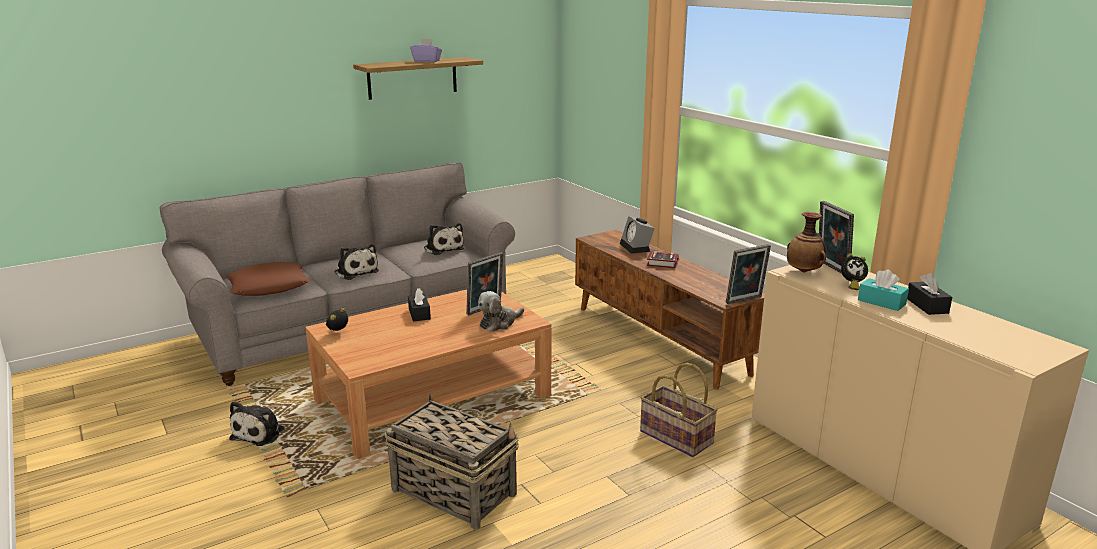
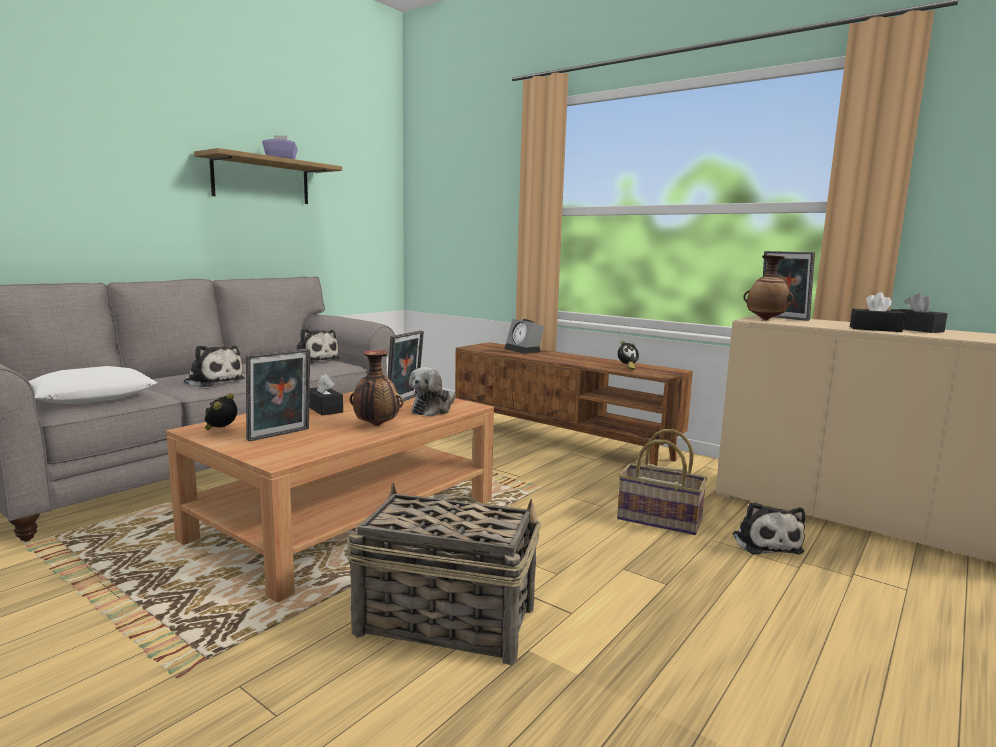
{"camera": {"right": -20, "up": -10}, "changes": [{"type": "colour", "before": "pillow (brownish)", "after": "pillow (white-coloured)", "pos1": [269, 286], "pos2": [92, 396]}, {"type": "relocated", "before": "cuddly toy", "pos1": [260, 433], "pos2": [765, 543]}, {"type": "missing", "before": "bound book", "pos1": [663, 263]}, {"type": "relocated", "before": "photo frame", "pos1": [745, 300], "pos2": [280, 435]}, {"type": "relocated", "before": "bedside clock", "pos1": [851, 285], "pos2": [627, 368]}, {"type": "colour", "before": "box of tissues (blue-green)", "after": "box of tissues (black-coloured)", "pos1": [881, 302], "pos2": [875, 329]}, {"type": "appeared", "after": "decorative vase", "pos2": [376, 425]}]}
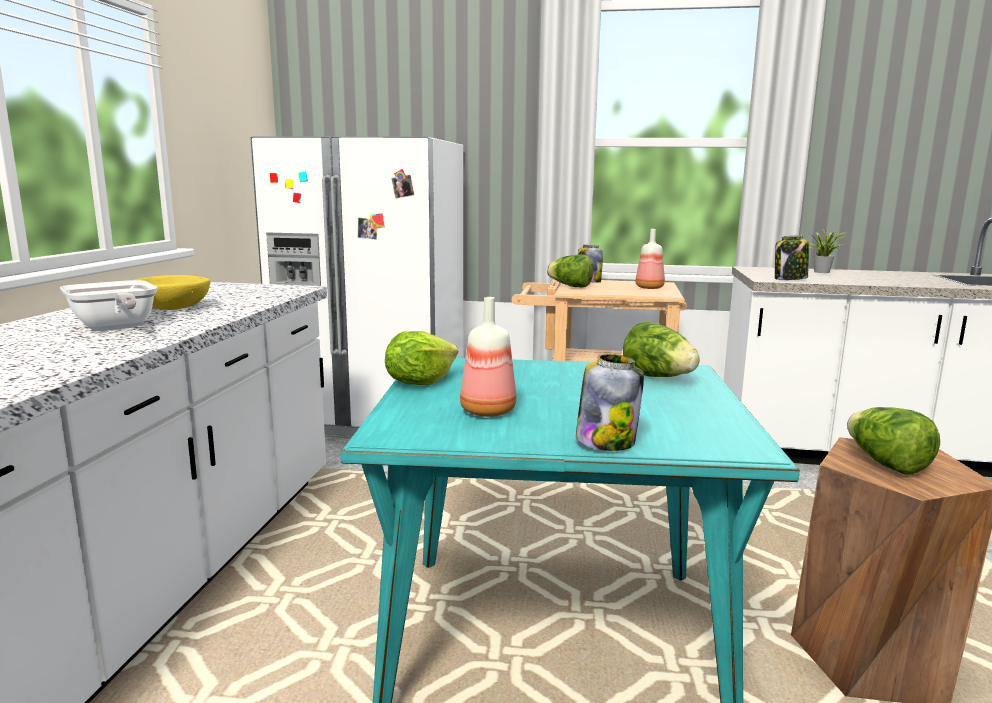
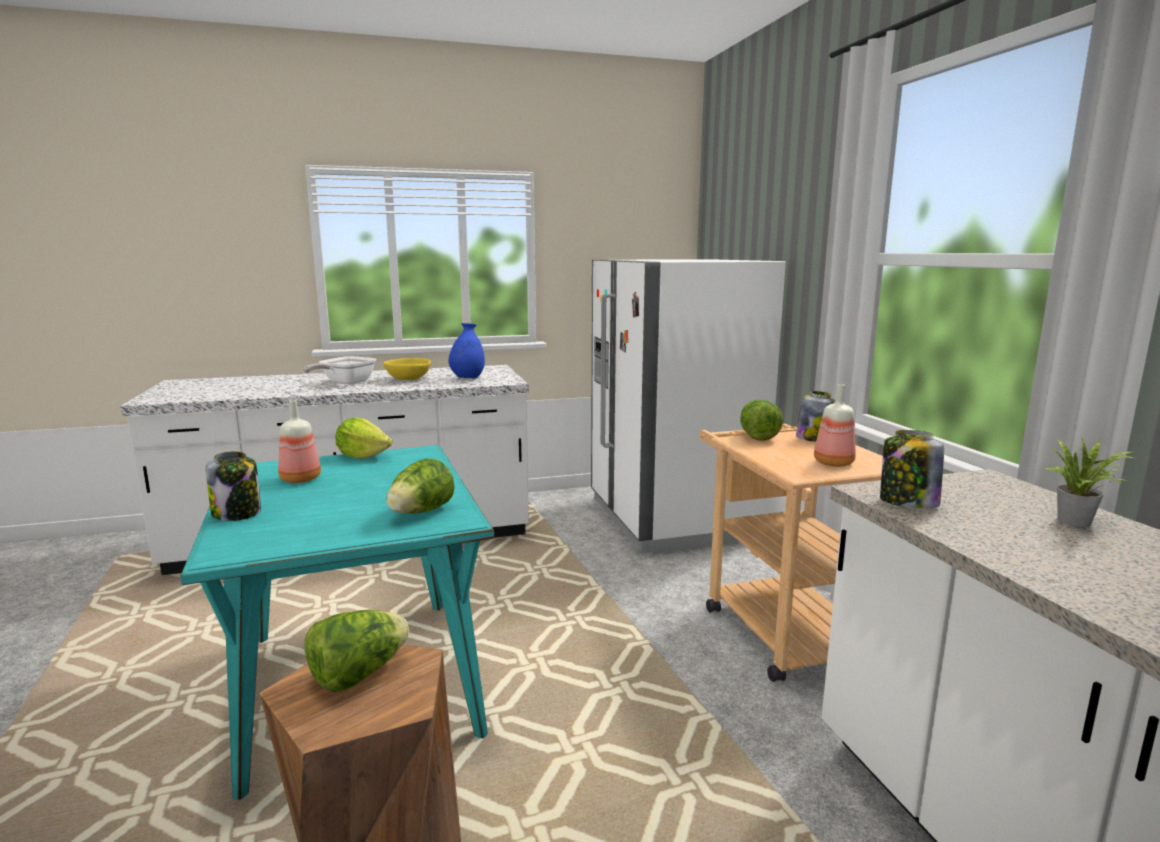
{"camera": {"right": 65, "up": 0}, "changes": [{"type": "appeared", "after": "decorative vase (blue)", "pos2": [467, 378]}]}
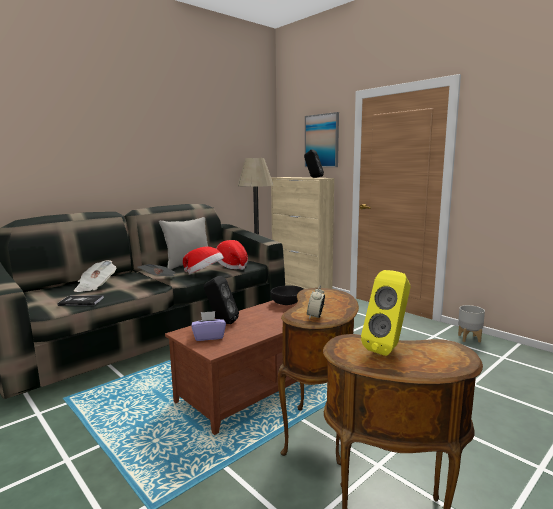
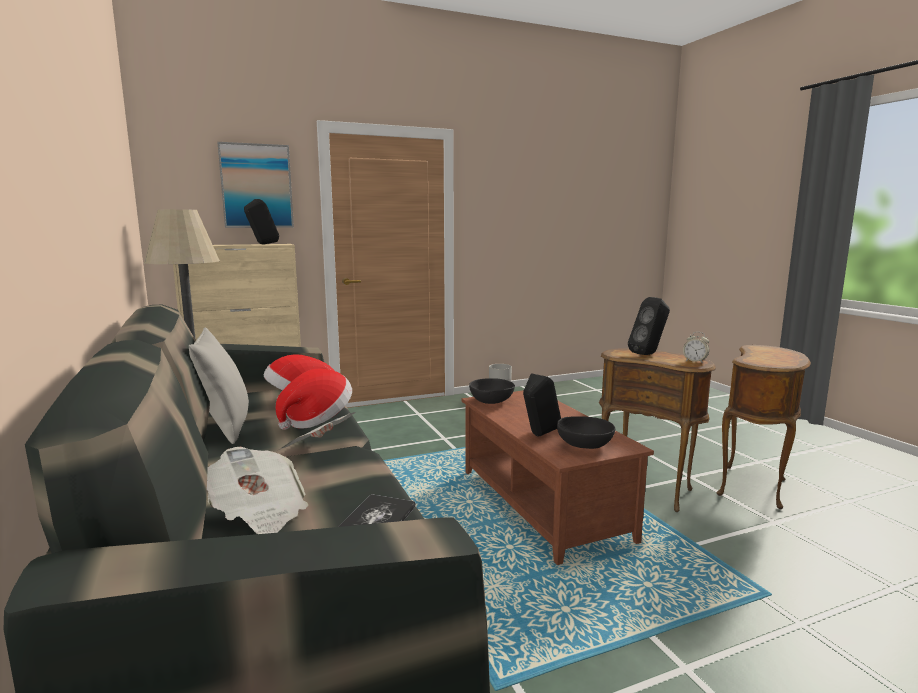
{"camera": {"right": -70, "up": 0}, "changes": [{"type": "exchanged", "before": "box of tissues (purple)", "after": "serving bowl (black-coloured)", "pos1": [209, 337], "pos2": [585, 445]}, {"type": "missing", "before": "speaker (yellow-coloured)", "pos1": [388, 348]}, {"type": "appeared", "after": "speaker (black-coloured)", "pos2": [649, 354]}]}
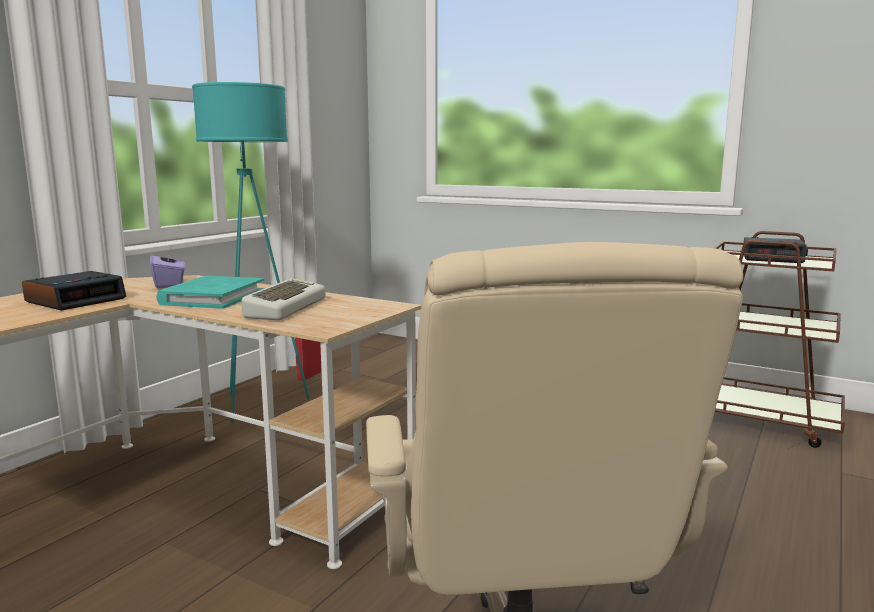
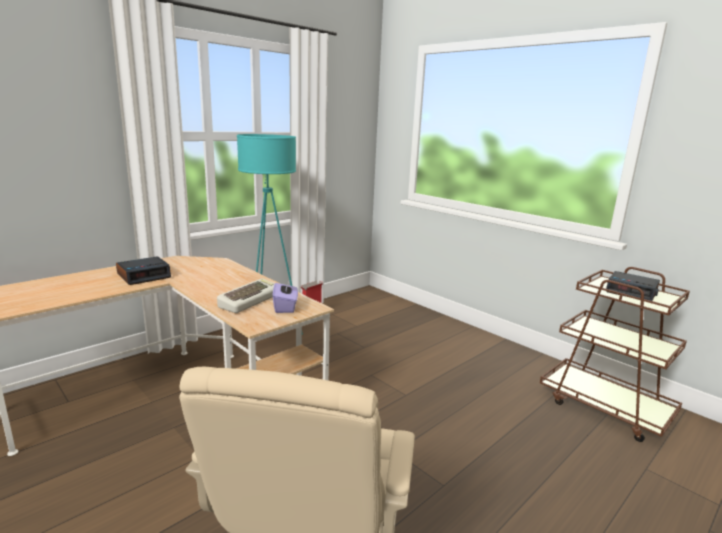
{"camera": {"right": 15, "up": 5}, "changes": [{"type": "relocated", "before": "box of tissues (purple)", "pos1": [169, 284], "pos2": [285, 307]}, {"type": "missing", "before": "bound book (blue-green)", "pos1": [213, 297]}]}
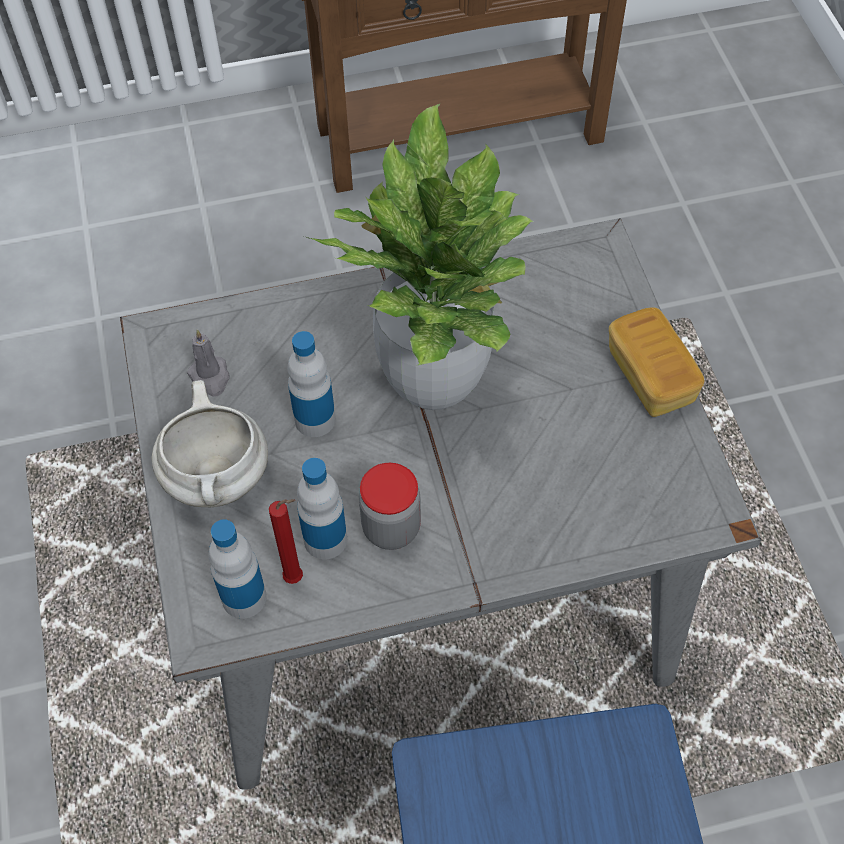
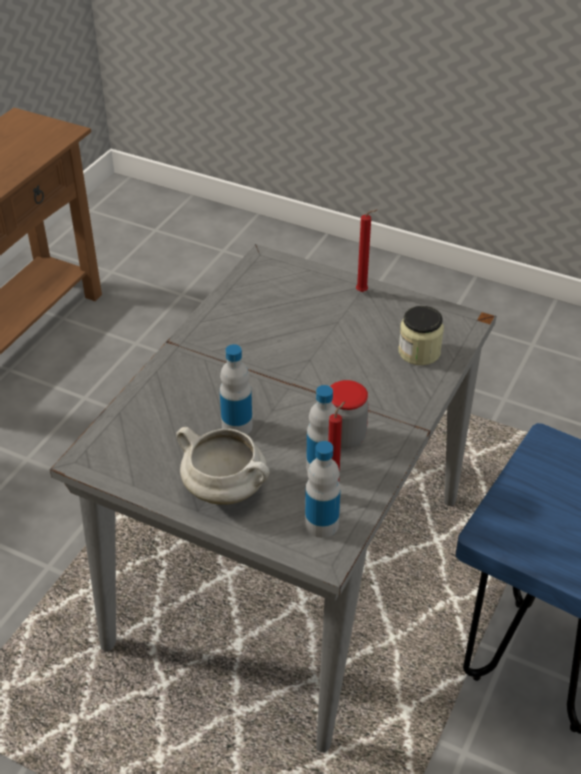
{"camera": {"right": -50, "up": -15}, "changes": [{"type": "missing", "before": "wax light (greyish)", "pos1": [210, 377]}, {"type": "missing", "before": "plant in a pot", "pos1": [432, 379]}, {"type": "exchanged", "before": "bakery bread", "after": "wax light (red)", "pos1": [650, 376], "pos2": [363, 292]}, {"type": "appeared", "after": "storage jar", "pos2": [419, 352]}]}
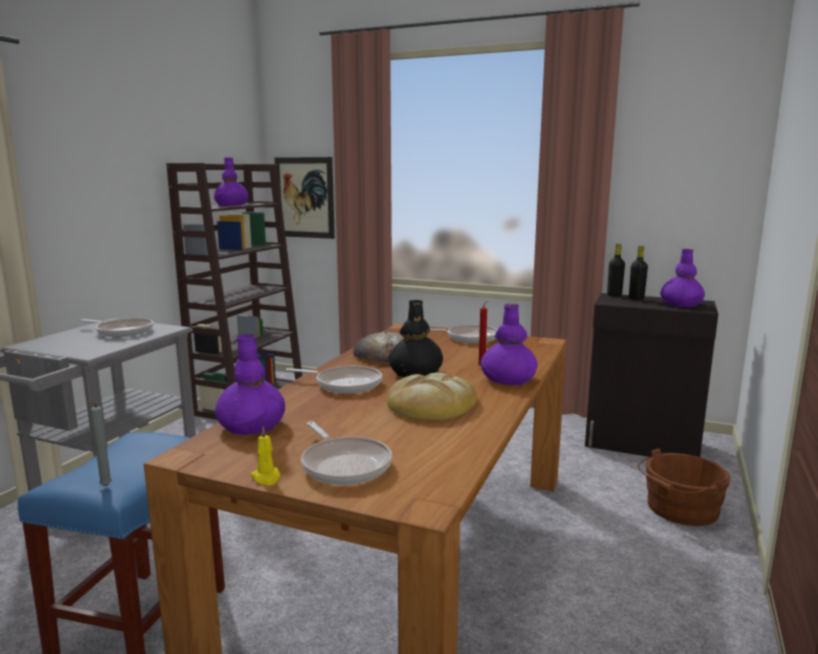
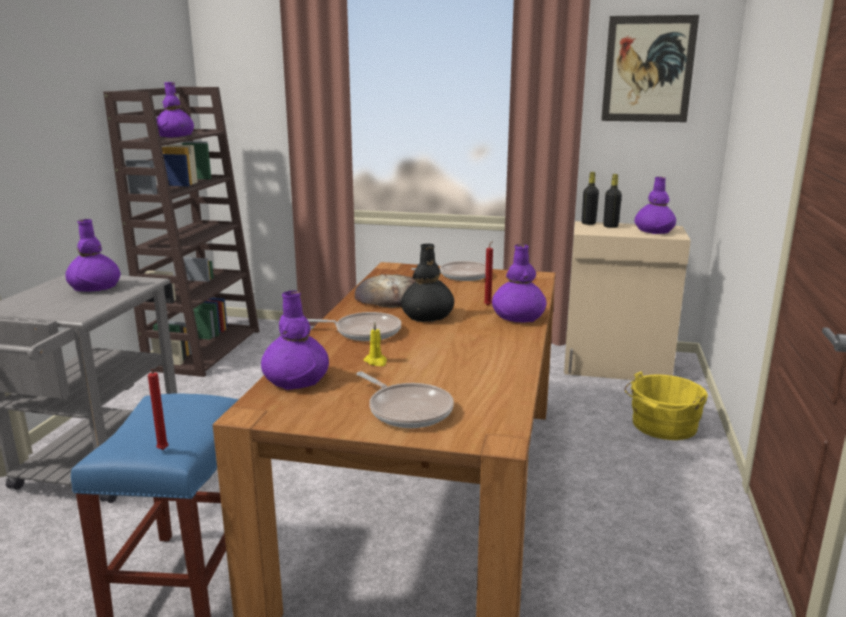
{"camera": {"right": -10, "up": 5}, "changes": [{"type": "exchanged", "before": "skillet", "after": "decorative vase (purple)", "pos1": [122, 331], "pos2": [95, 287]}, {"type": "colour", "before": "wax light (greyish)", "after": "wax light (red)", "pos1": [105, 487], "pos2": [162, 451]}, {"type": "relocated", "before": "wax light (yellow-coloured)", "pos1": [266, 478], "pos2": [376, 362]}, {"type": "relocated", "before": "wall art", "pos1": [304, 197], "pos2": [648, 69]}, {"type": "missing", "before": "bakery bread", "pos1": [431, 404]}, {"type": "colour", "before": "cabinet (black-coloured)", "after": "cabinet (beige)", "pos1": [642, 444], "pos2": [616, 368]}, {"type": "colour", "before": "pail (brownish)", "after": "pail (yellow-coloured)", "pos1": [679, 509], "pos2": [662, 426]}]}
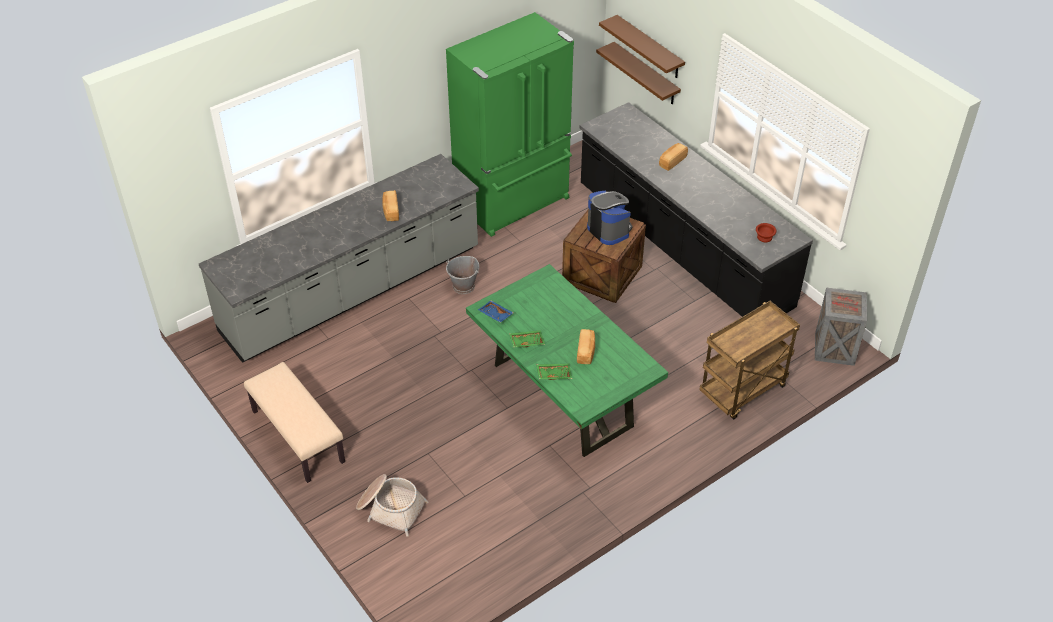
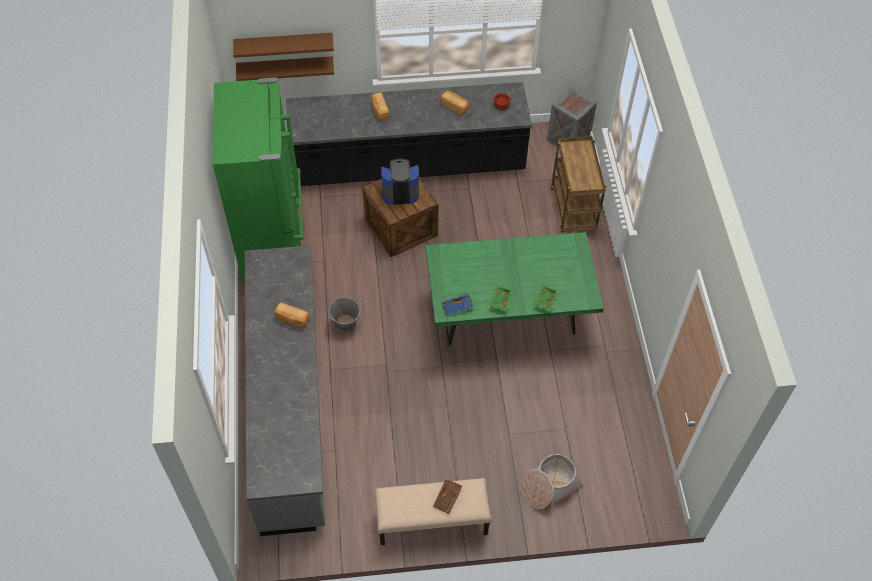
{"camera": {"right": -60, "up": 10}, "changes": [{"type": "relocated", "before": "bakery bread", "pos1": [586, 352], "pos2": [454, 107]}, {"type": "appeared", "after": "tray (brownish)", "pos2": [448, 498]}]}
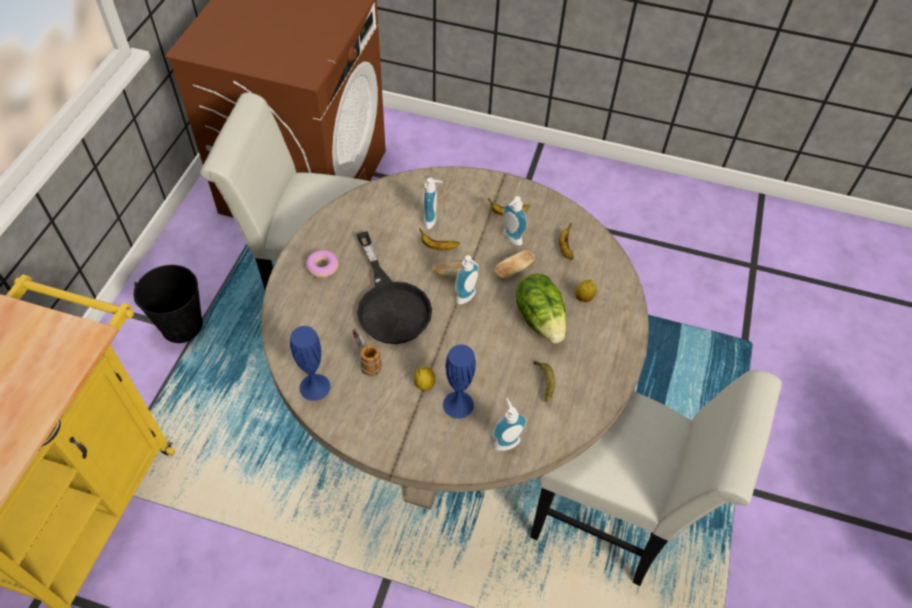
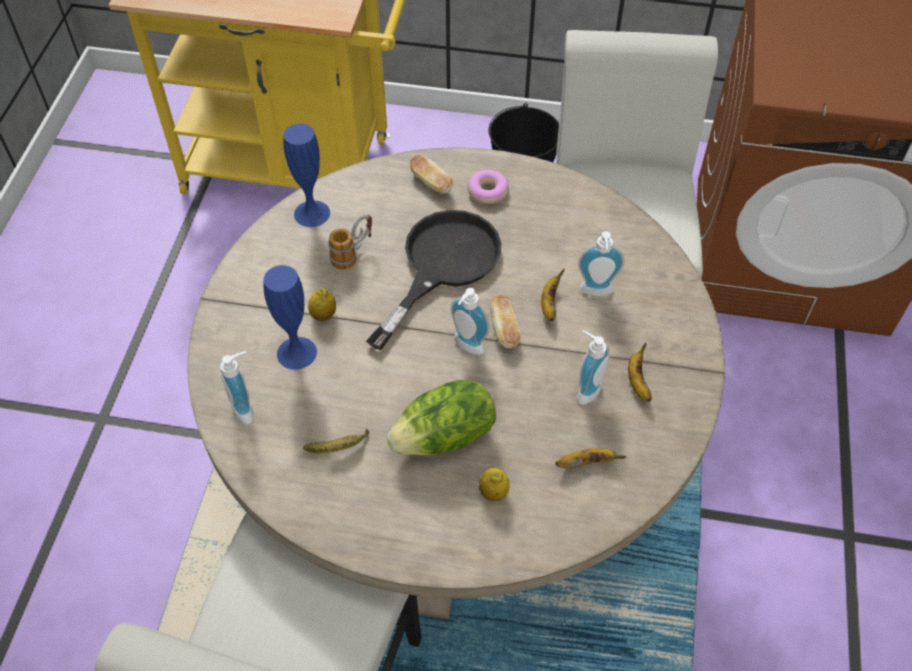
{"camera": {"right": 85, "up": 0}, "changes": [{"type": "spun", "before": "skillet (black-coloured)", "pos1": [390, 304], "pos2": [442, 265], "turn": 150}, {"type": "relocated", "before": "bakery bread", "pos1": [513, 270], "pos2": [431, 183]}]}
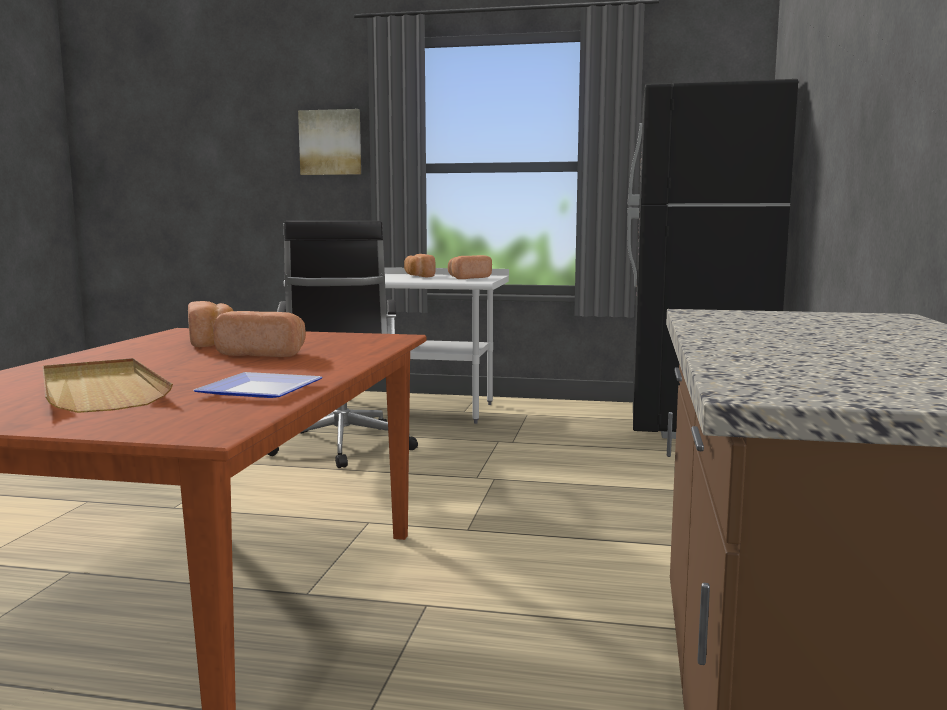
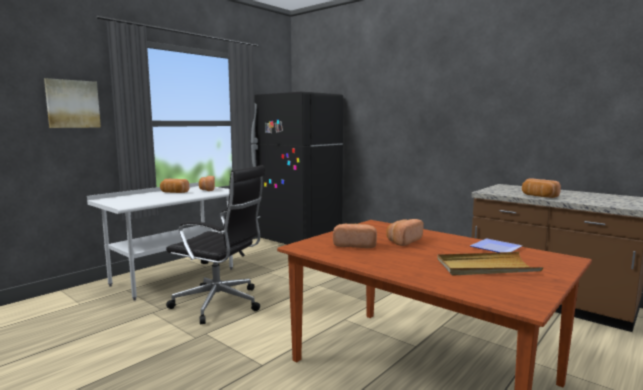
{"camera": {"right": -60, "up": 0}, "changes": [{"type": "appeared", "after": "bakery bread", "pos2": [538, 196]}]}
